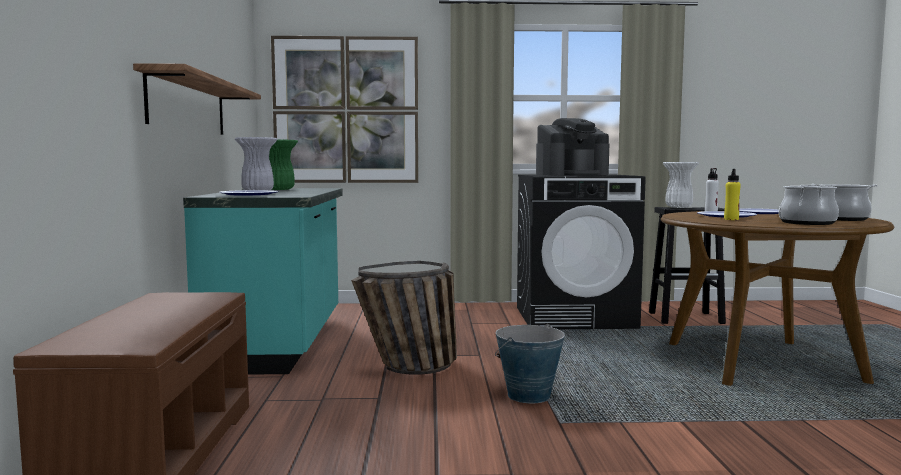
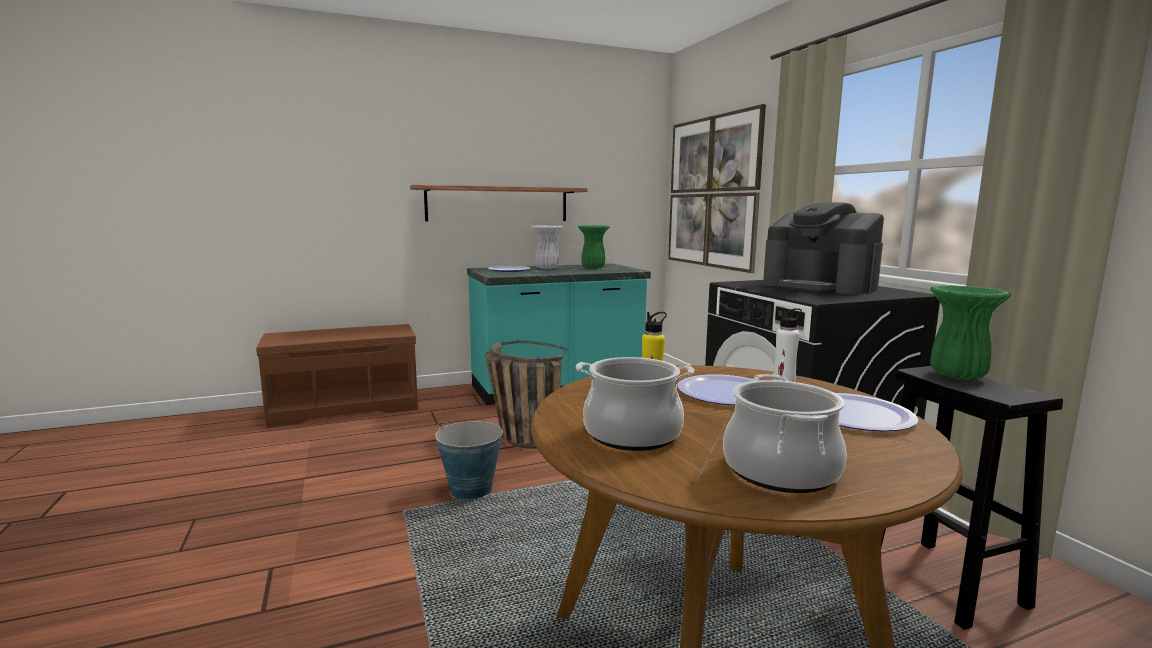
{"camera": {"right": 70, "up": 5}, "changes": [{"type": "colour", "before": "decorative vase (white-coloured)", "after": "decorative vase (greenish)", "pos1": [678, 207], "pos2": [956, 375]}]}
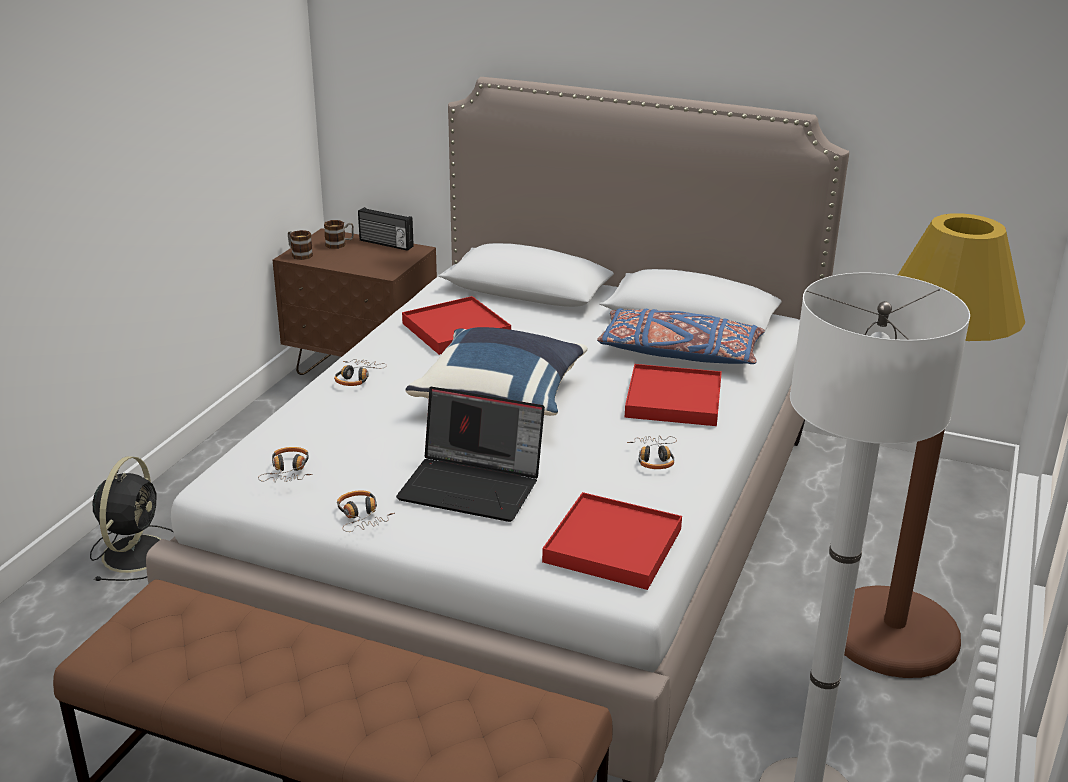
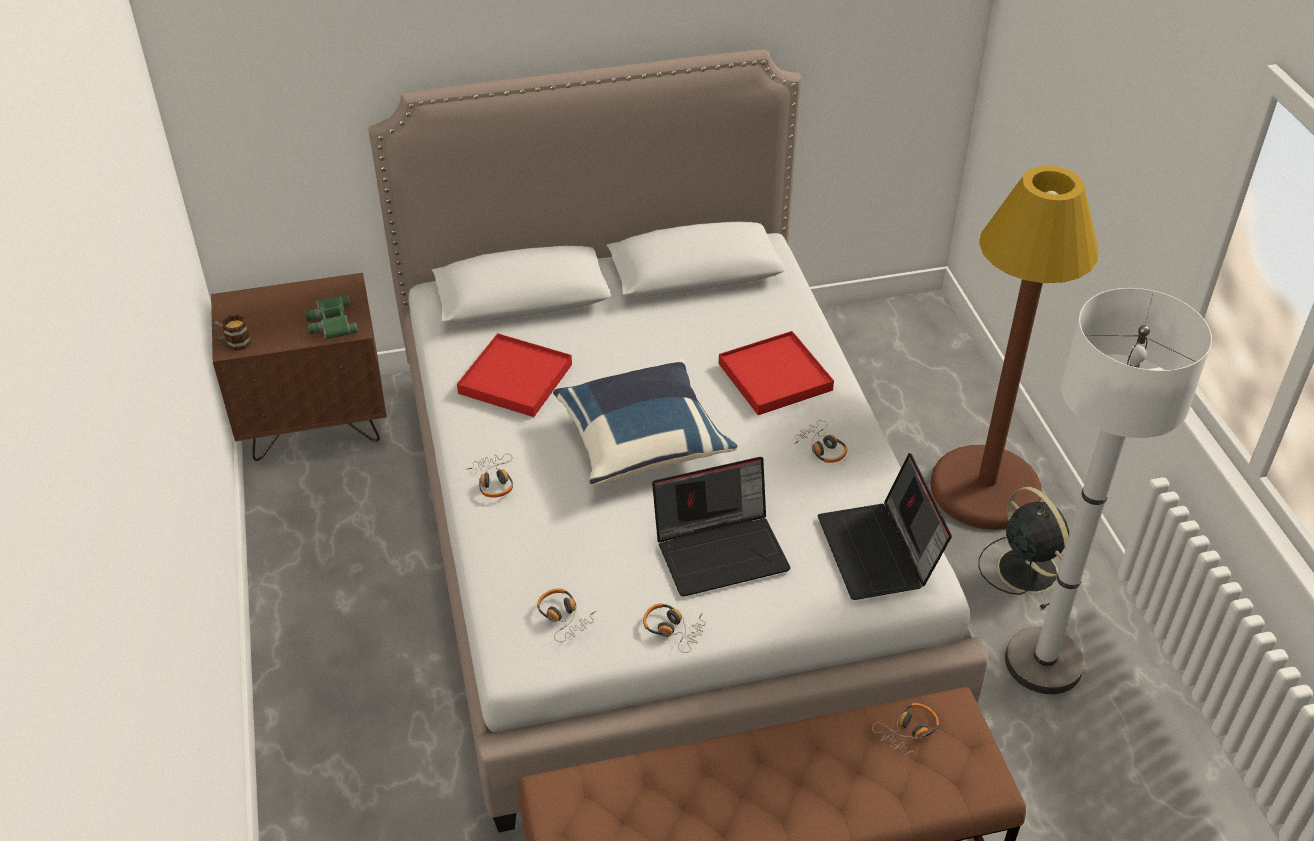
{"camera": {"right": -35, "up": 15}, "changes": [{"type": "relocated", "before": "cooling fan (black-coloured)", "pos1": [136, 552], "pos2": [1025, 568]}, {"type": "missing", "before": "mug", "pos1": [340, 244]}, {"type": "missing", "before": "radio set", "pos1": [385, 244]}, {"type": "exchanged", "before": "tray (red)", "after": "portable computer", "pos1": [613, 546], "pos2": [879, 552]}, {"type": "missing", "before": "pillow (blue)", "pos1": [679, 353]}, {"type": "appeared", "after": "field glasses (greenish)", "pos2": [330, 322]}, {"type": "appeared", "after": "pair of headphones", "pos2": [908, 732]}]}
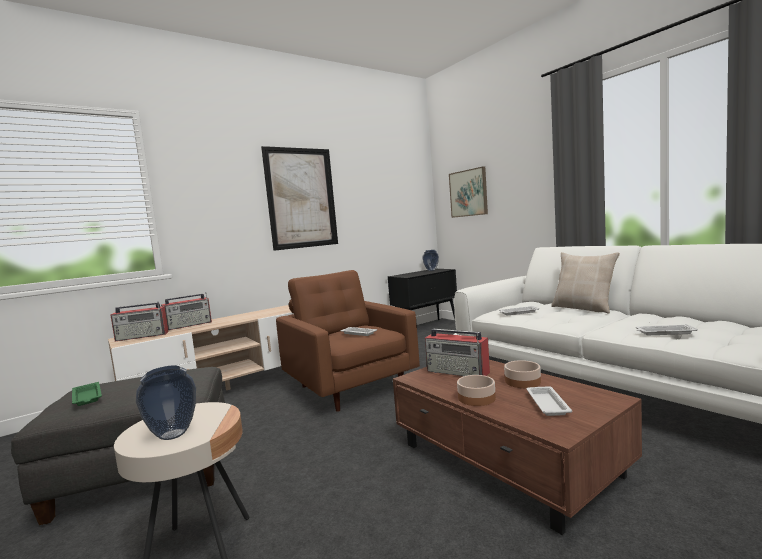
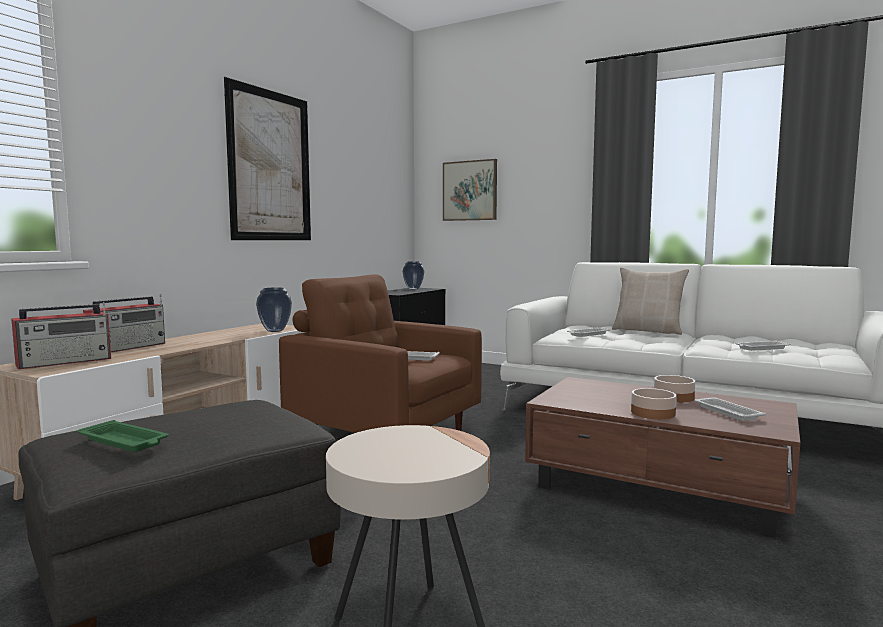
{"camera": {"right": -25, "up": 0}, "changes": [{"type": "relocated", "before": "decorative vase", "pos1": [172, 435], "pos2": [274, 331]}, {"type": "missing", "before": "radio set", "pos1": [458, 372]}]}
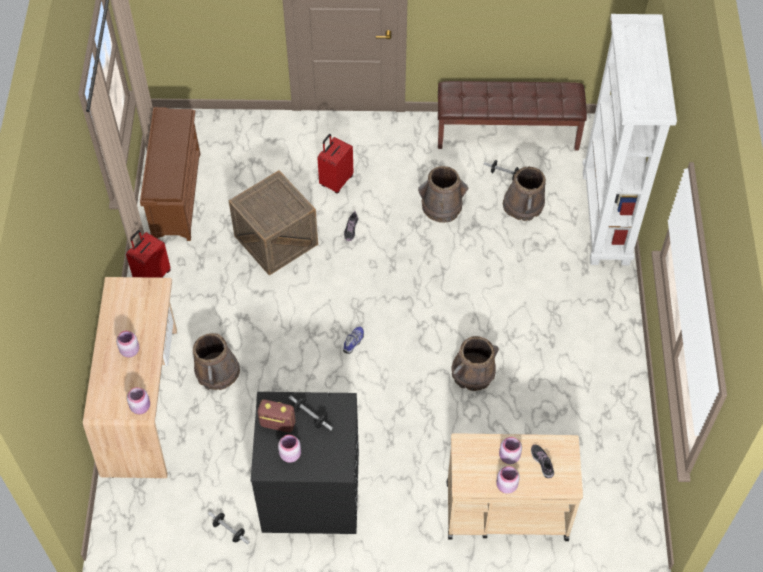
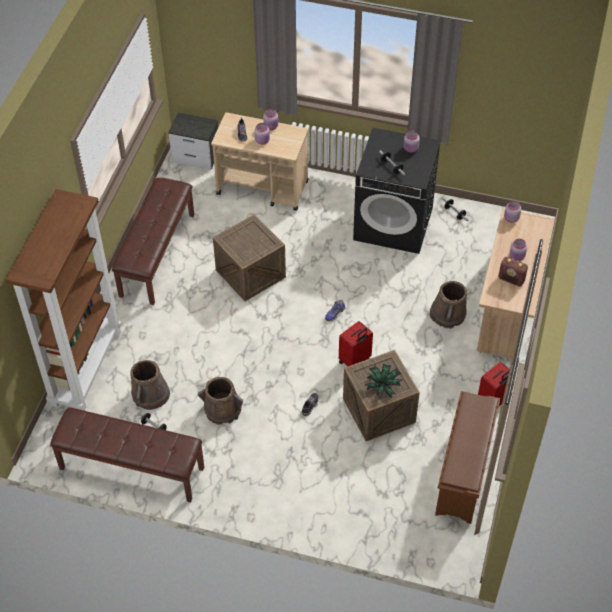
{"camera": {"right": -165, "up": -5}, "changes": [{"type": "relocated", "before": "radio set", "pos1": [277, 424], "pos2": [511, 279]}, {"type": "relocated", "before": "suitcase (red)", "pos1": [336, 181], "pos2": [355, 361]}, {"type": "exchanged", "before": "pail (brownish)", "after": "packing crate", "pos1": [473, 372], "pos2": [250, 273]}, {"type": "colour", "before": "bookcase (white-coloured)", "after": "bookcase (brownish)", "pos1": [606, 218], "pos2": [86, 367]}, {"type": "appeared", "after": "long seat (brownish)", "pos2": [157, 254]}, {"type": "appeared", "after": "nightstand", "pos2": [197, 157]}, {"type": "appeared", "after": "plant in a pot", "pos2": [383, 385]}]}
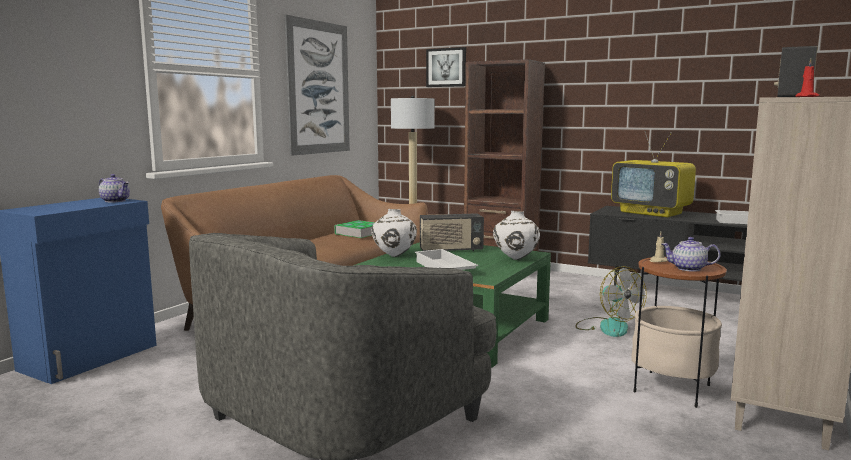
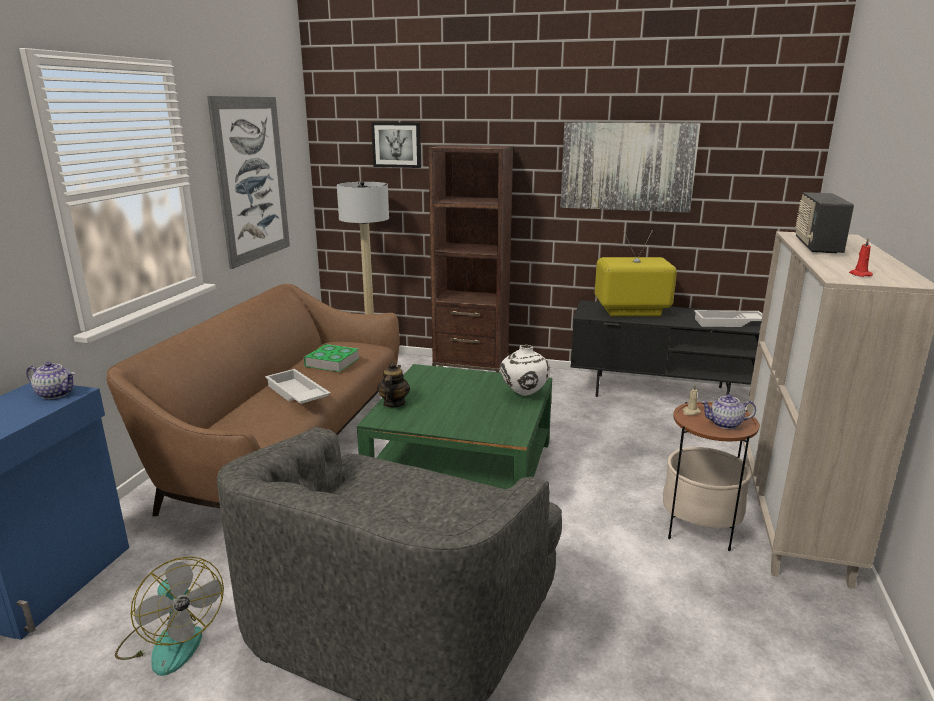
{"camera": {"right": -15, "up": 10}, "changes": [{"type": "exchanged", "before": "decorative vase (white-coloured)", "after": "teapot", "pos1": [394, 256], "pos2": [393, 403]}, {"type": "relocated", "before": "tray (white-coloured)", "pos1": [443, 268], "pos2": [296, 394]}, {"type": "missing", "before": "radio set", "pos1": [451, 250]}, {"type": "relocated", "before": "cooling fan", "pos1": [607, 327], "pos2": [171, 640]}, {"type": "spun", "before": "TV set", "pos1": [651, 213], "pos2": [631, 312], "turn": 150}, {"type": "appeared", "after": "wall art", "pos2": [627, 167]}]}
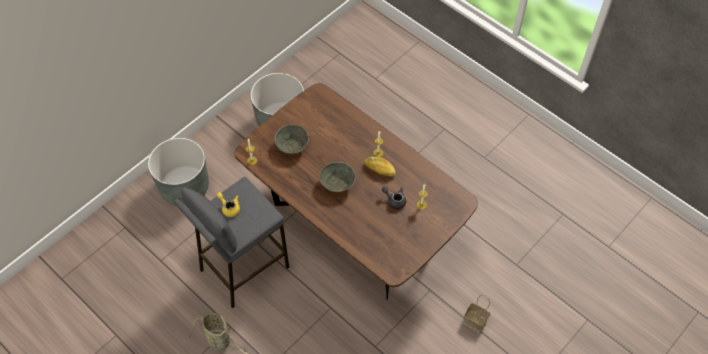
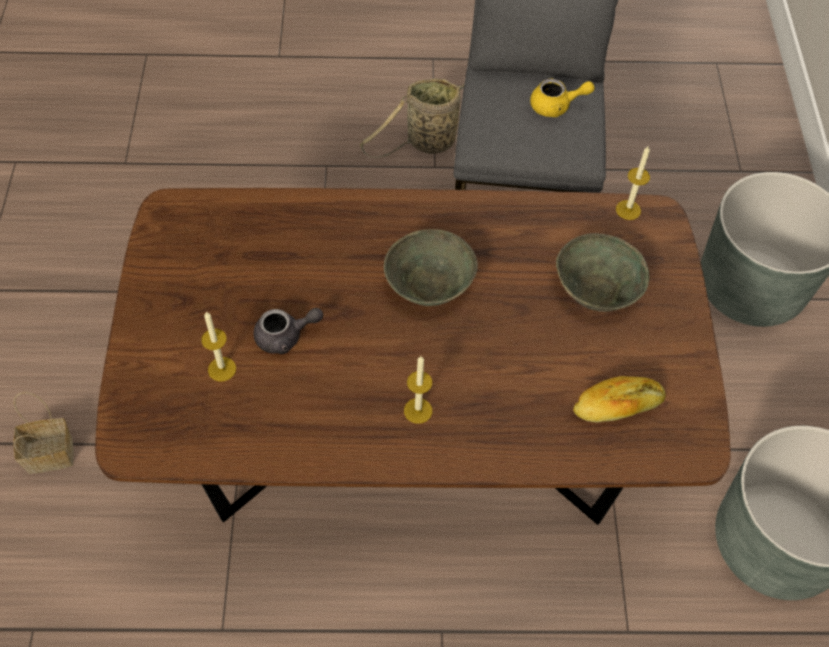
{"camera": {"right": 135, "up": 0}, "changes": [{"type": "relocated", "before": "bakery bread", "pos1": [379, 169], "pos2": [617, 406]}]}
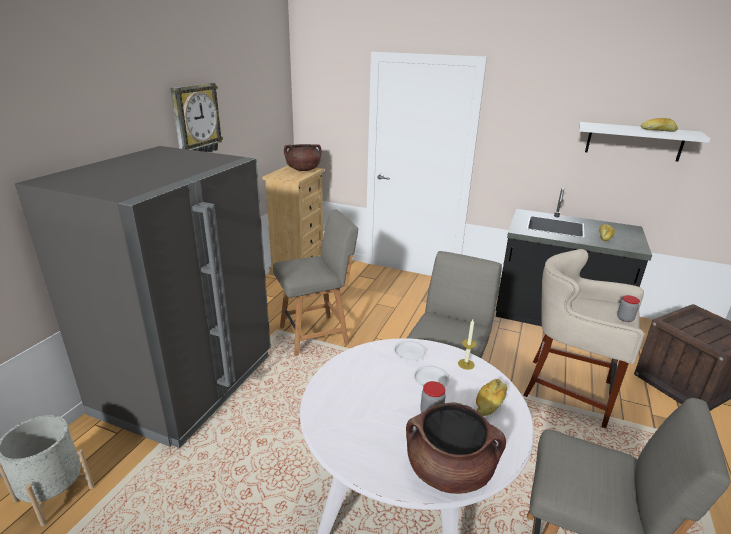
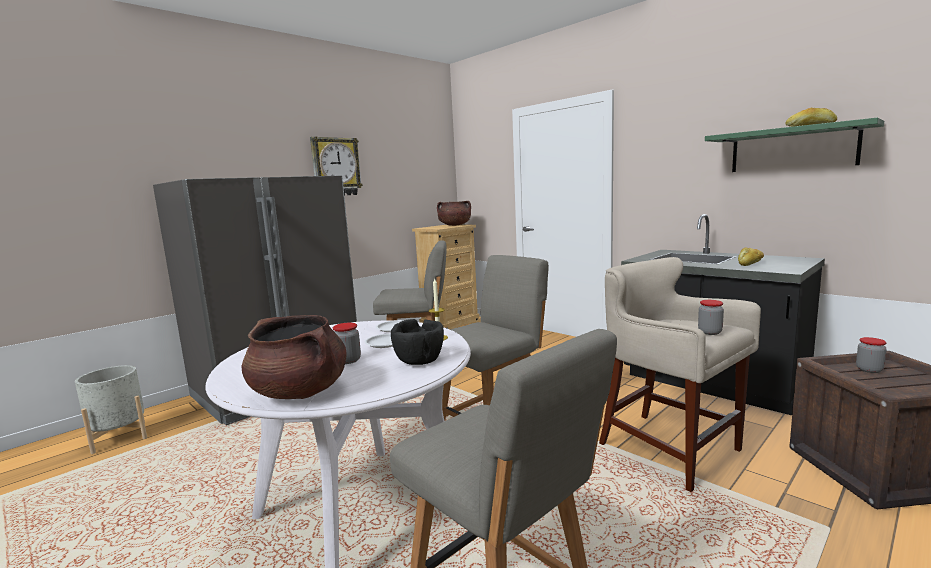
{"camera": {"right": 25, "up": -15}, "changes": [{"type": "exchanged", "before": "bakery bread", "after": "serving bowl (black-coloured)", "pos1": [490, 403], "pos2": [419, 361]}, {"type": "colour", "before": "wall shelf (white-coloured)", "after": "wall shelf (greenish)", "pos1": [634, 141], "pos2": [792, 149]}, {"type": "appeared", "after": "storage jar", "pos2": [869, 370]}]}
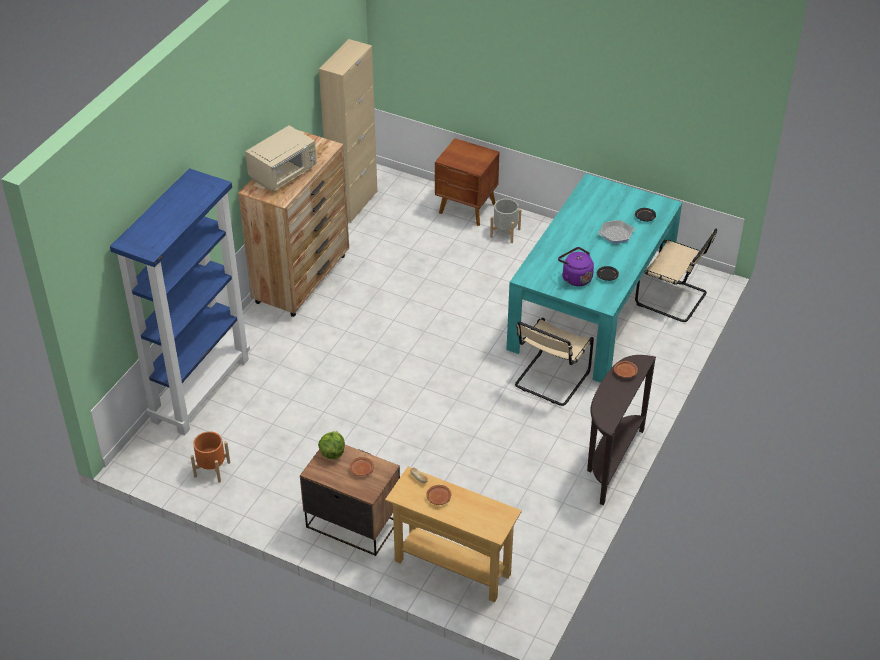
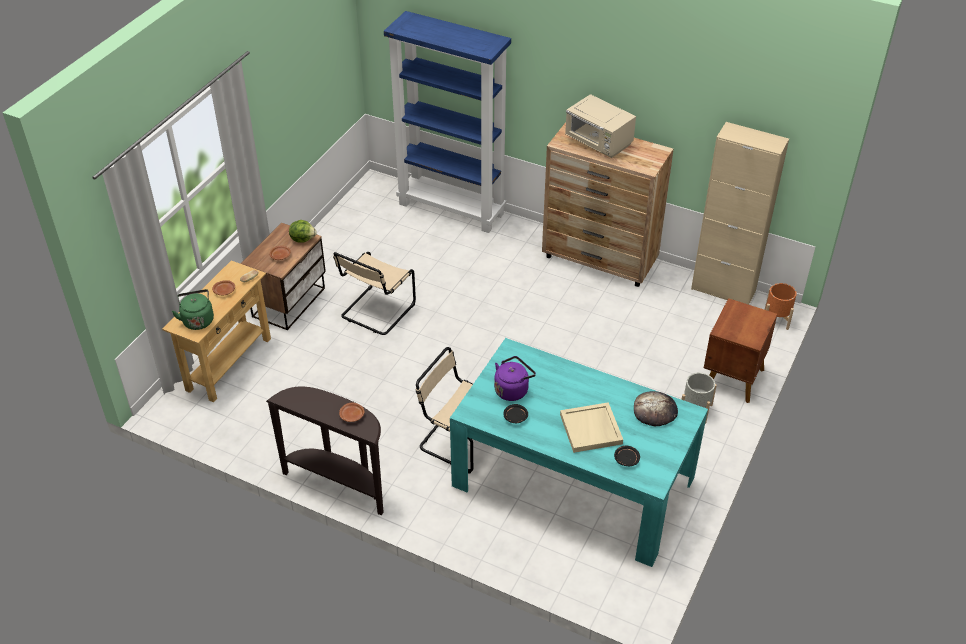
{"camera": {"right": 90, "up": 0}, "changes": [{"type": "relocated", "before": "planter (orangey)", "pos1": [212, 469], "pos2": [776, 319]}, {"type": "exchanged", "before": "skillet", "after": "tray (beige)", "pos1": [616, 234], "pos2": [591, 429]}, {"type": "relocated", "before": "chair (beige)", "pos1": [673, 299], "pos2": [376, 312]}, {"type": "appeared", "after": "water kettle (greenish)", "pos2": [197, 320]}, {"type": "appeared", "after": "bakery bread", "pos2": [655, 411]}]}
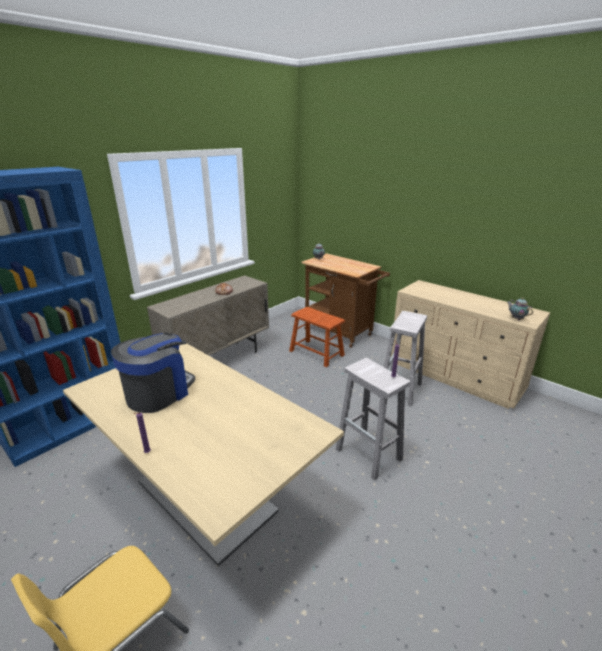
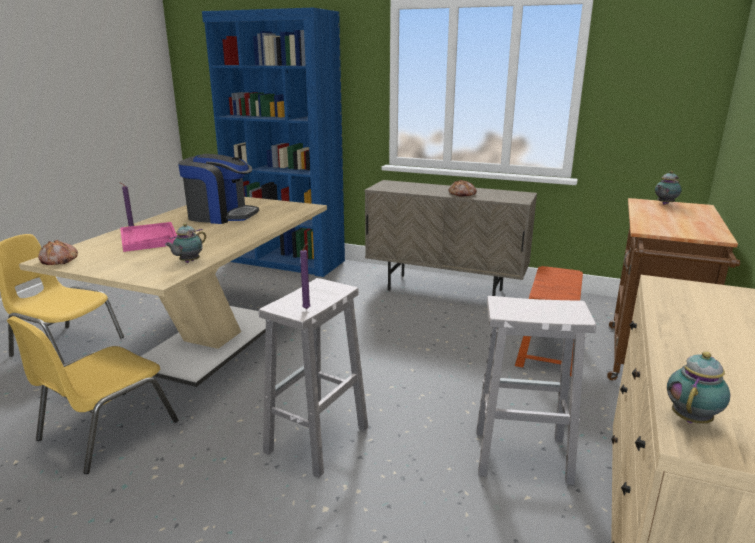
{"camera": {"right": 70, "up": -5}, "changes": [{"type": "appeared", "after": "chair (yellow-coloured)", "pos2": [105, 431]}, {"type": "appeared", "after": "bakery bread", "pos2": [58, 260]}, {"type": "appeared", "after": "tray (pink-coloured)", "pos2": [149, 239]}, {"type": "appeared", "after": "teapot", "pos2": [188, 262]}]}
